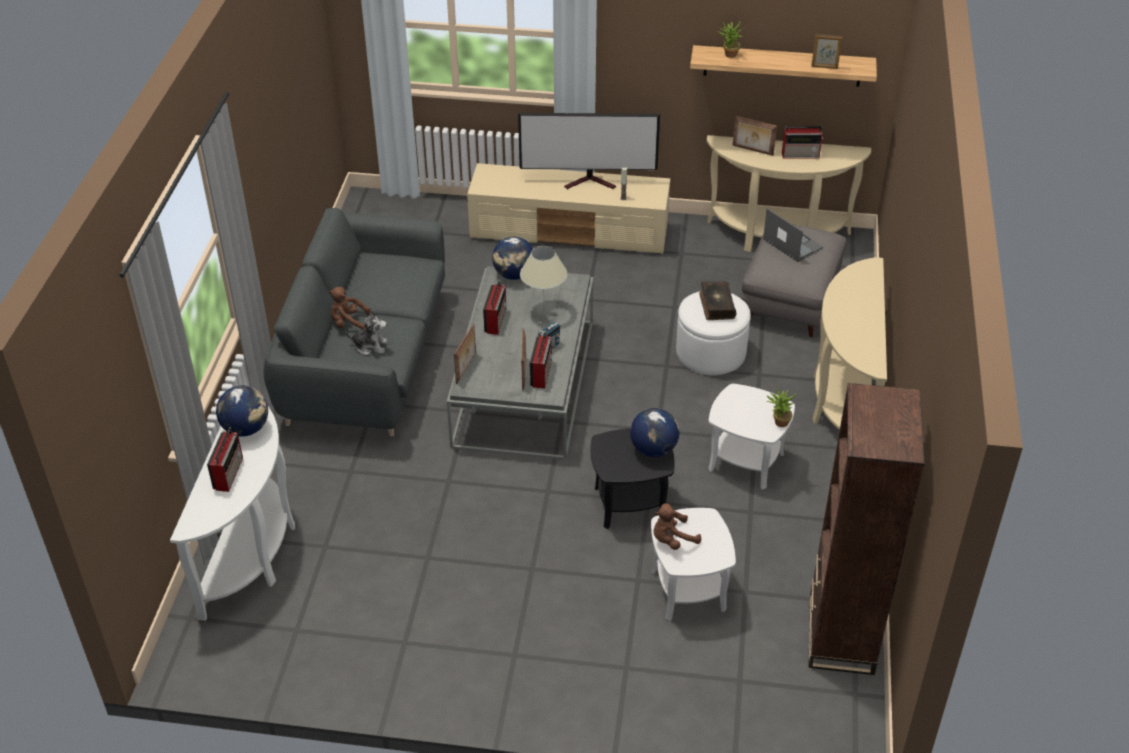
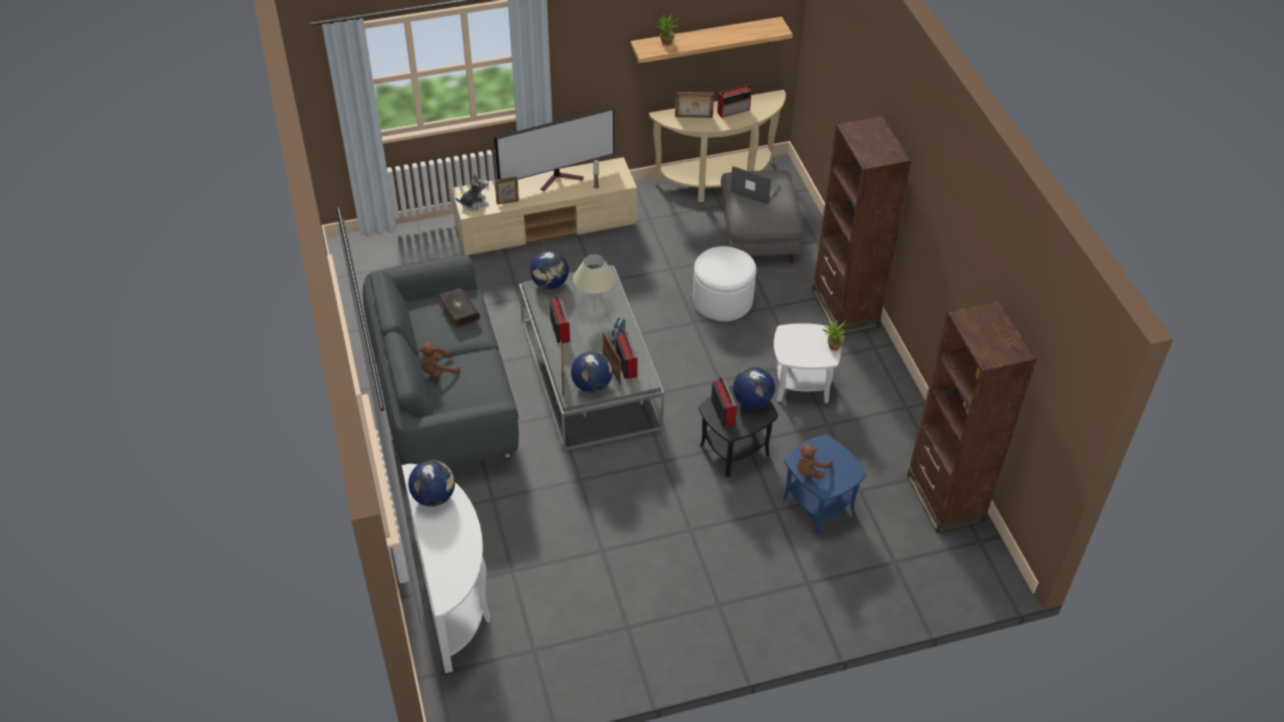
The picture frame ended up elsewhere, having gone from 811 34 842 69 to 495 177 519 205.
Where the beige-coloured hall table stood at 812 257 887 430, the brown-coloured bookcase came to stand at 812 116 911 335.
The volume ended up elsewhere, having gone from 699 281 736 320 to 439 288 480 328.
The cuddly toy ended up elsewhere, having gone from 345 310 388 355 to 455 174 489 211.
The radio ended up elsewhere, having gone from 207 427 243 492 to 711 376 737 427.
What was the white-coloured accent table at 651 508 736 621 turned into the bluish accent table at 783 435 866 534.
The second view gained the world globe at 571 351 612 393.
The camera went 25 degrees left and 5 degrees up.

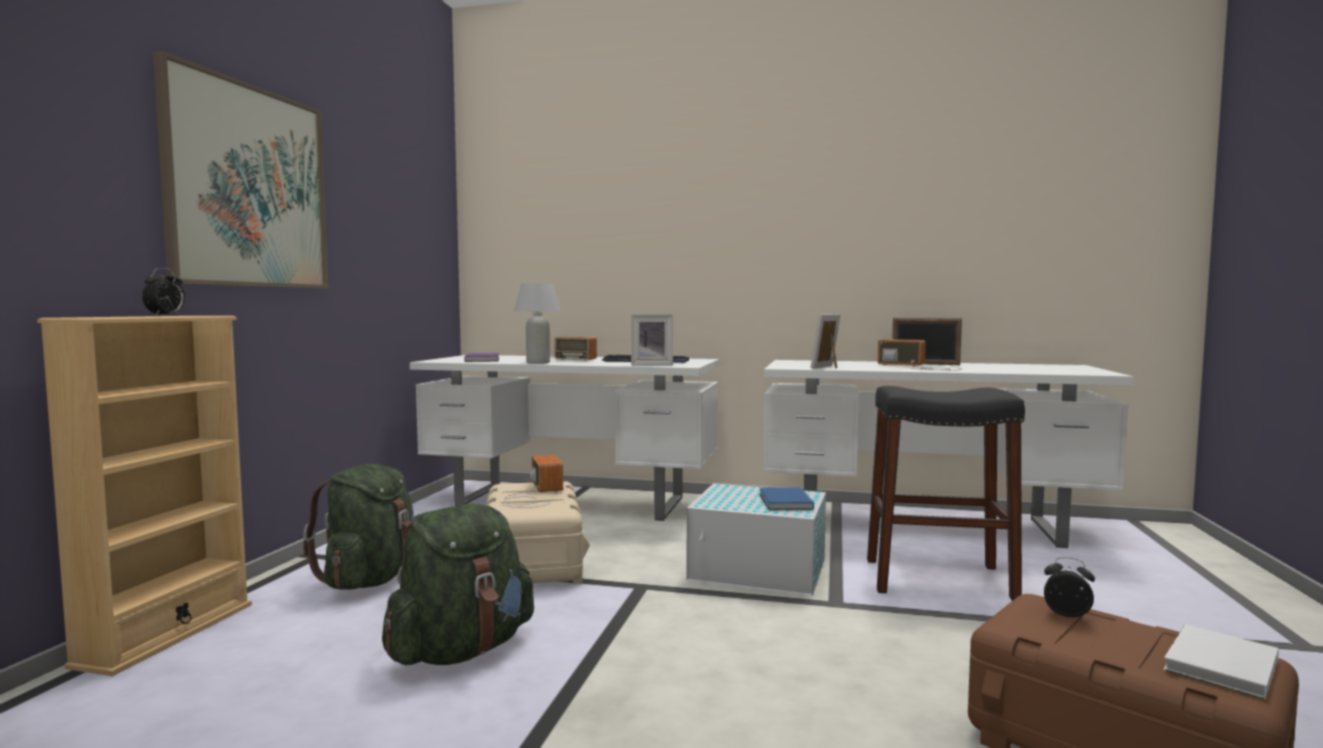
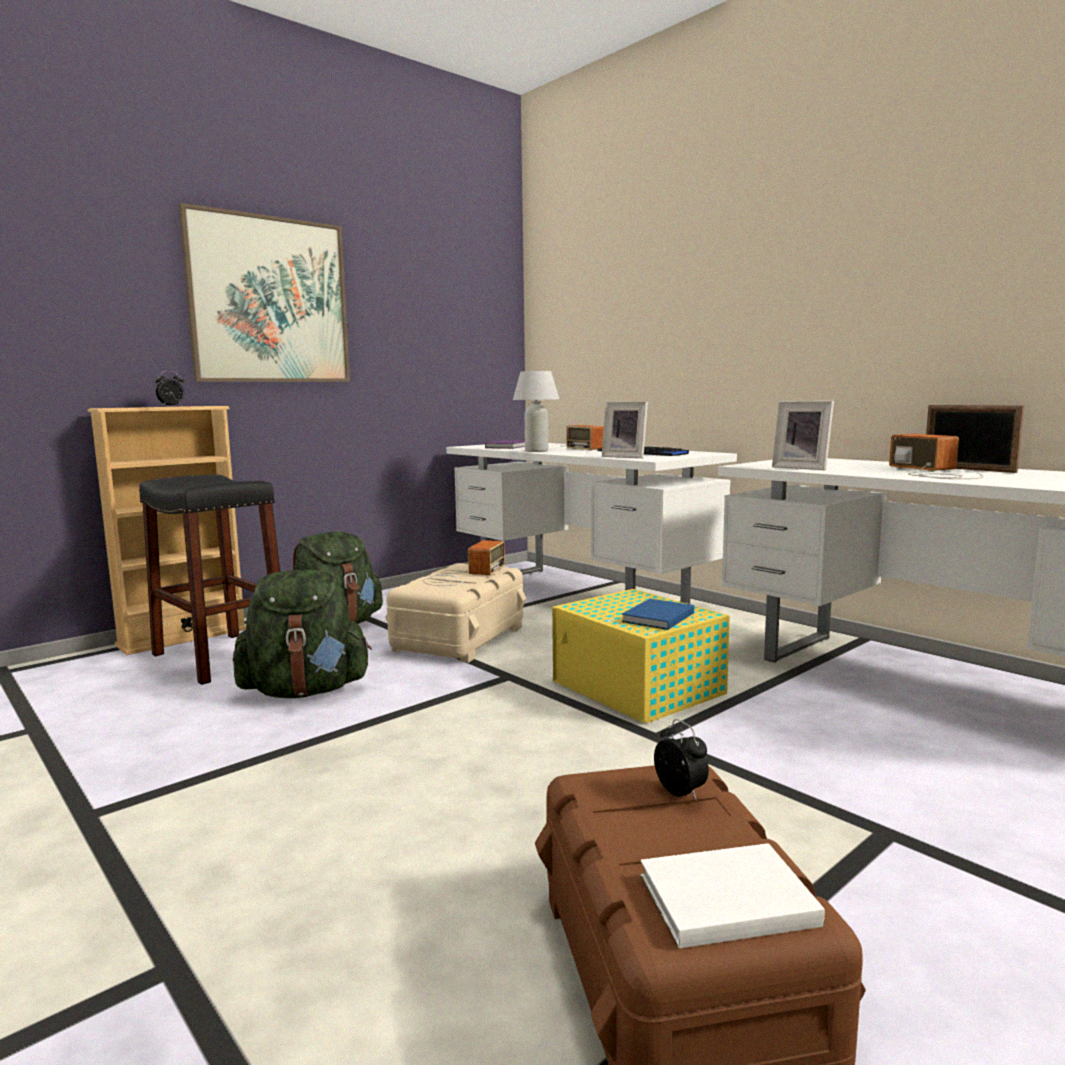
The picture frame at 810 314 841 369 ended up facing another way, 120 degrees counterclockwise from before.
The black sitting stool ended up elsewhere, having gone from 867 386 1025 601 to 139 474 280 685.
What was the white-coloured storage box at 687 483 826 596 turned into the yellow storage box at 552 589 730 723.
The camera went 35 degrees right and 5 degrees up.

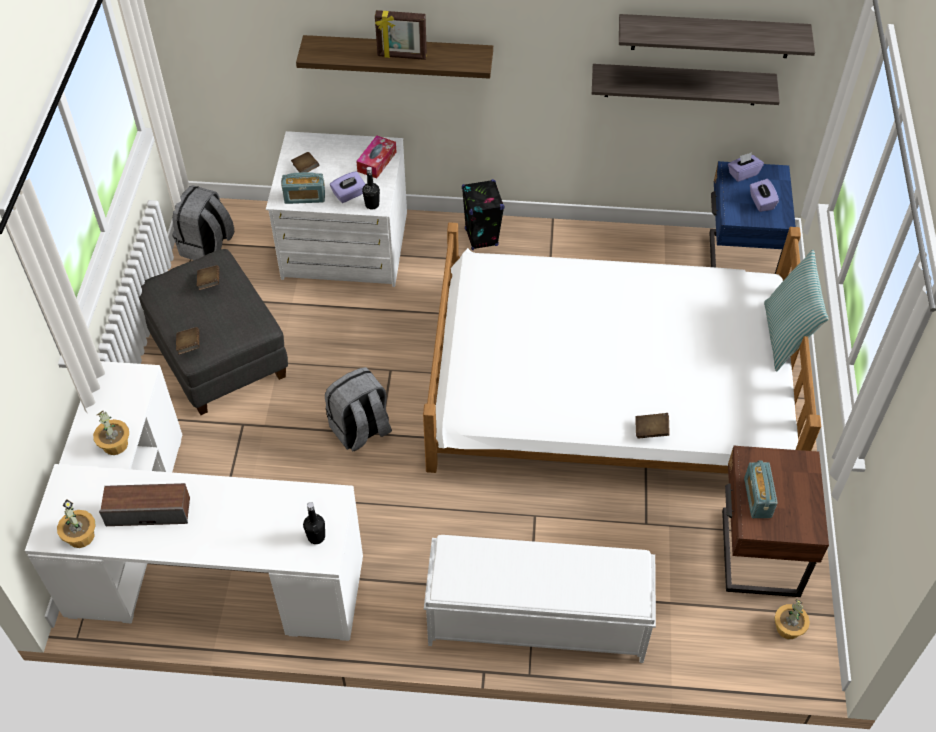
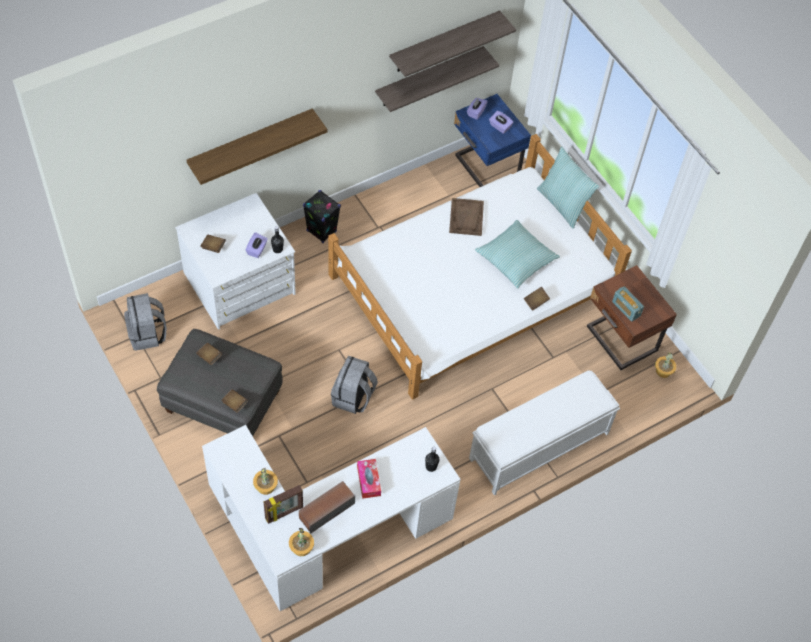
The picture frame ended up elsewhere, having gone from 375 10 427 60 to 264 485 303 524.
The tissue box ended up elsewhere, having gone from 356 135 396 178 to 357 459 381 499.
The second view lost the radio at 281 172 325 204.
The second view gained the brown-coloured carrying tray at 449 198 484 236.
The second view gained the pillow at 475 220 560 289.
The camera went 40 degrees left and 5 degrees up.

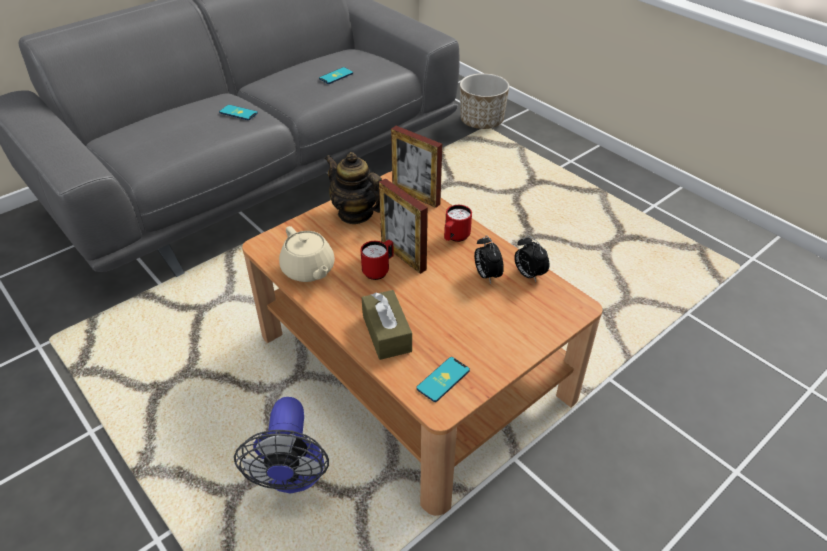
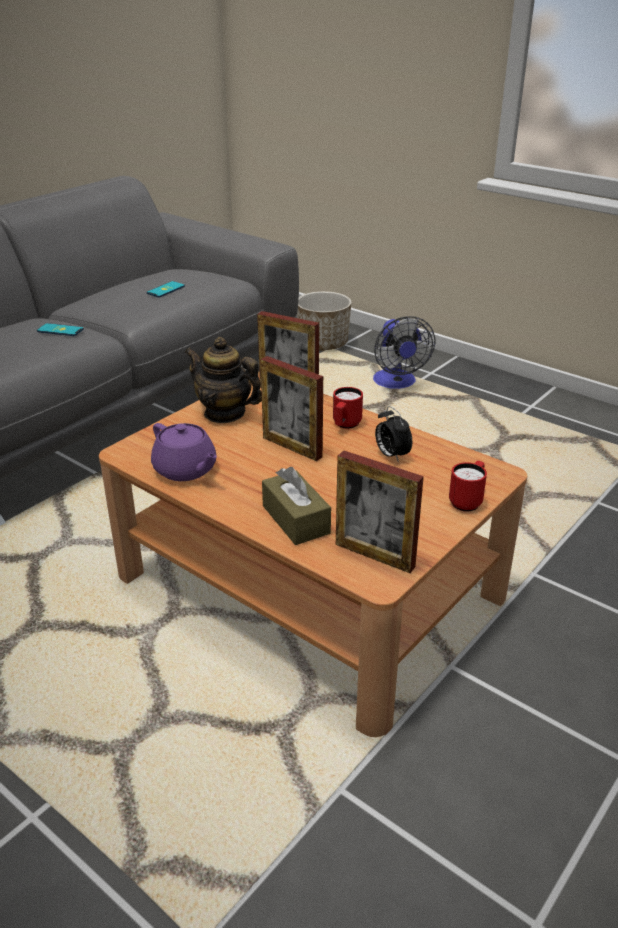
What was the beige-coloured teapot at 279 226 335 282 turned into the purplish teapot at 151 423 217 481.
The second view lost the bedside clock at 514 235 549 282.
The red-coloured mug ended up elsewhere, having gone from 360 240 394 280 to 449 461 487 512.
Where the phone stood at 417 357 470 402, the picture frame came to stand at 336 450 424 573.
The fan ended up elsewhere, having gone from 234 397 329 493 to 373 316 436 389.
The camera went 10 degrees left and 10 degrees down.

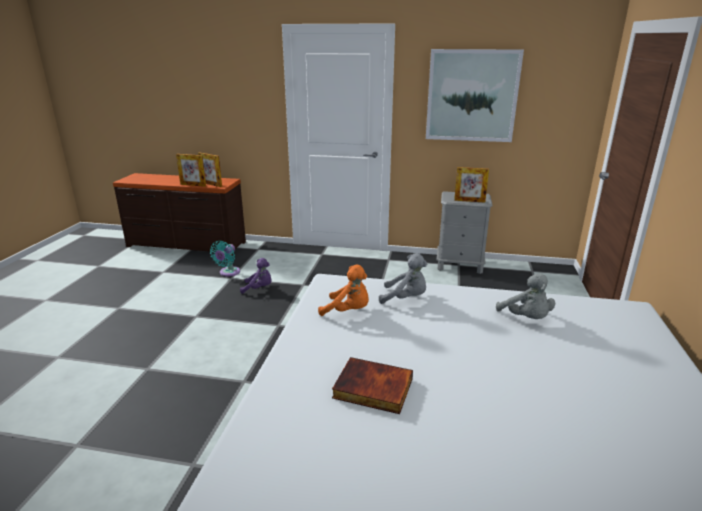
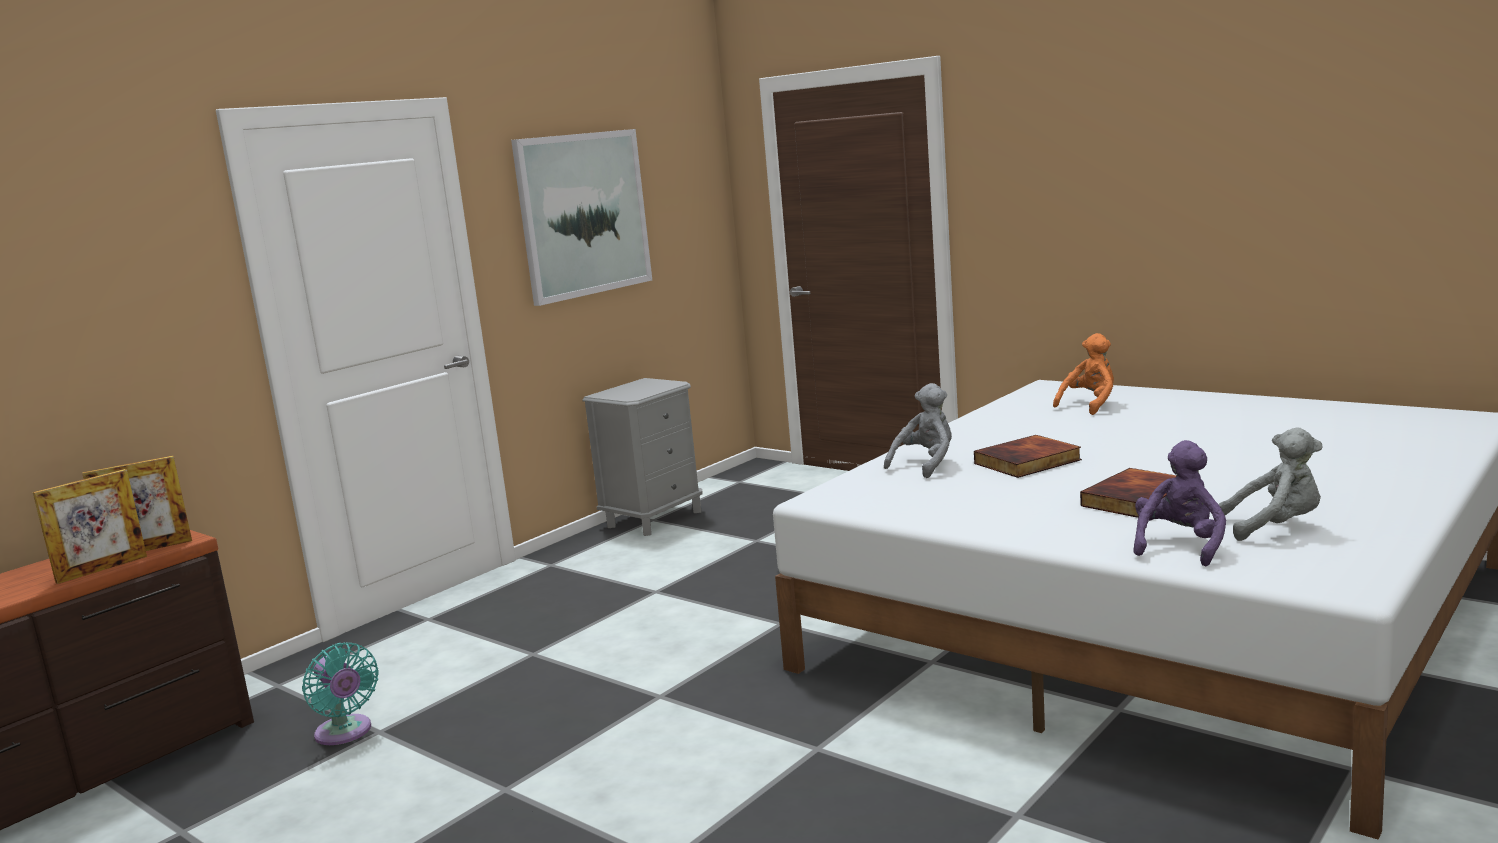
The second view lost the picture frame at 454 167 489 203.
The purplish cuddly toy ended up elsewhere, having gone from 240 258 272 294 to 1133 440 1226 566.
The orangey cuddly toy ended up elsewhere, having gone from 318 265 369 316 to 1053 333 1114 415.
The gray cuddly toy ended up elsewhere, having gone from 496 273 555 319 to 1219 427 1322 541.
The second view gained the volume at 974 435 1082 478.
The camera went 60 degrees left and 10 degrees down.

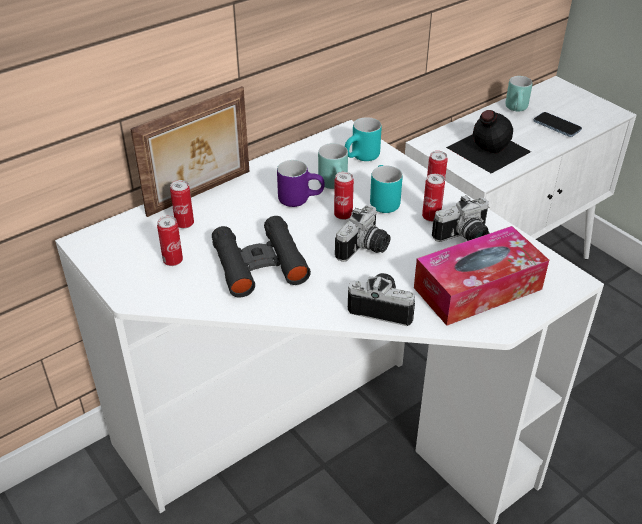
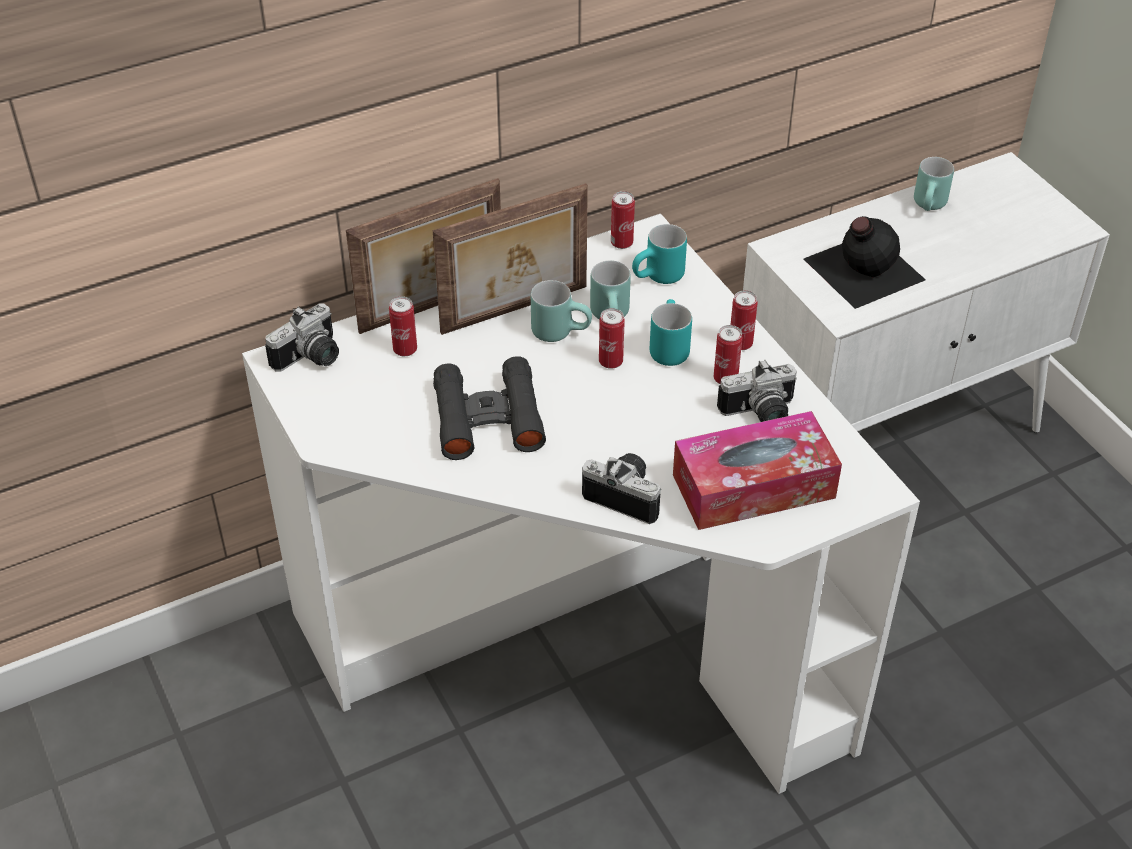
The second view lost the phone at 533 112 582 137.
What was the purplish mug at 277 160 325 207 turned into the turquoise mug at 531 280 592 342.
The still camera ended up elsewhere, having gone from 335 205 390 262 to 265 303 339 372.
The metal can ended up elsewhere, having gone from 157 216 183 266 to 611 191 635 249.
The second view gained the picture frame at 433 183 588 335.
The camera went 10 degrees right and 5 degrees up.

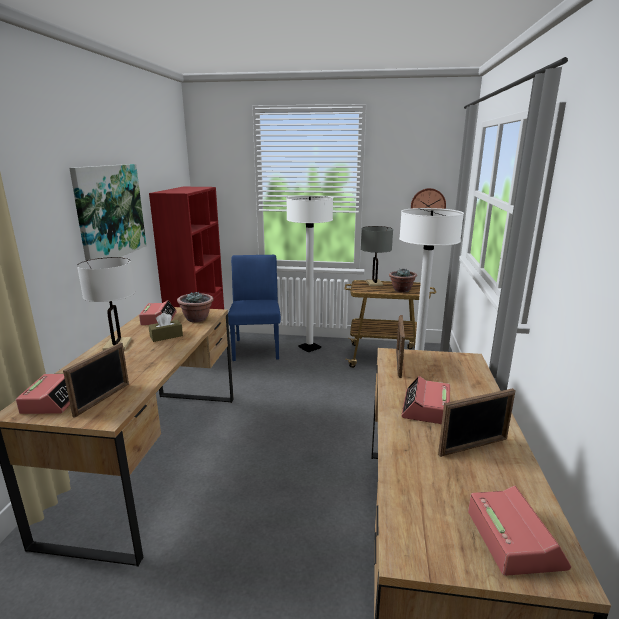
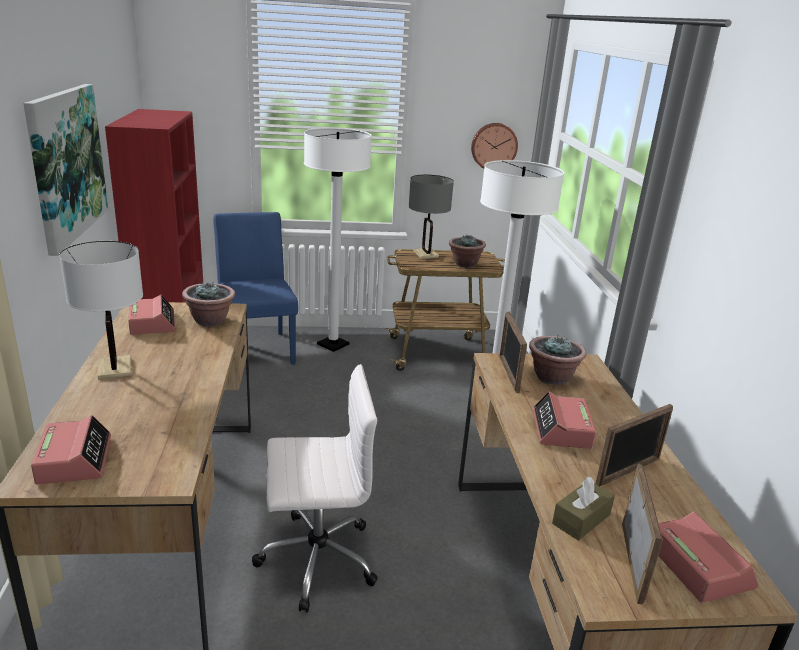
The brown-coloured tissue box ended up elsewhere, having gone from 148 312 183 342 to 552 477 615 541.
The picture frame ended up elsewhere, having gone from 63 342 129 418 to 622 464 663 604.
The second view gained the houseplant at 529 335 586 385.
The second view gained the white-coloured office chair at 252 364 378 613.
The camera went 15 degrees left and 5 degrees up.

